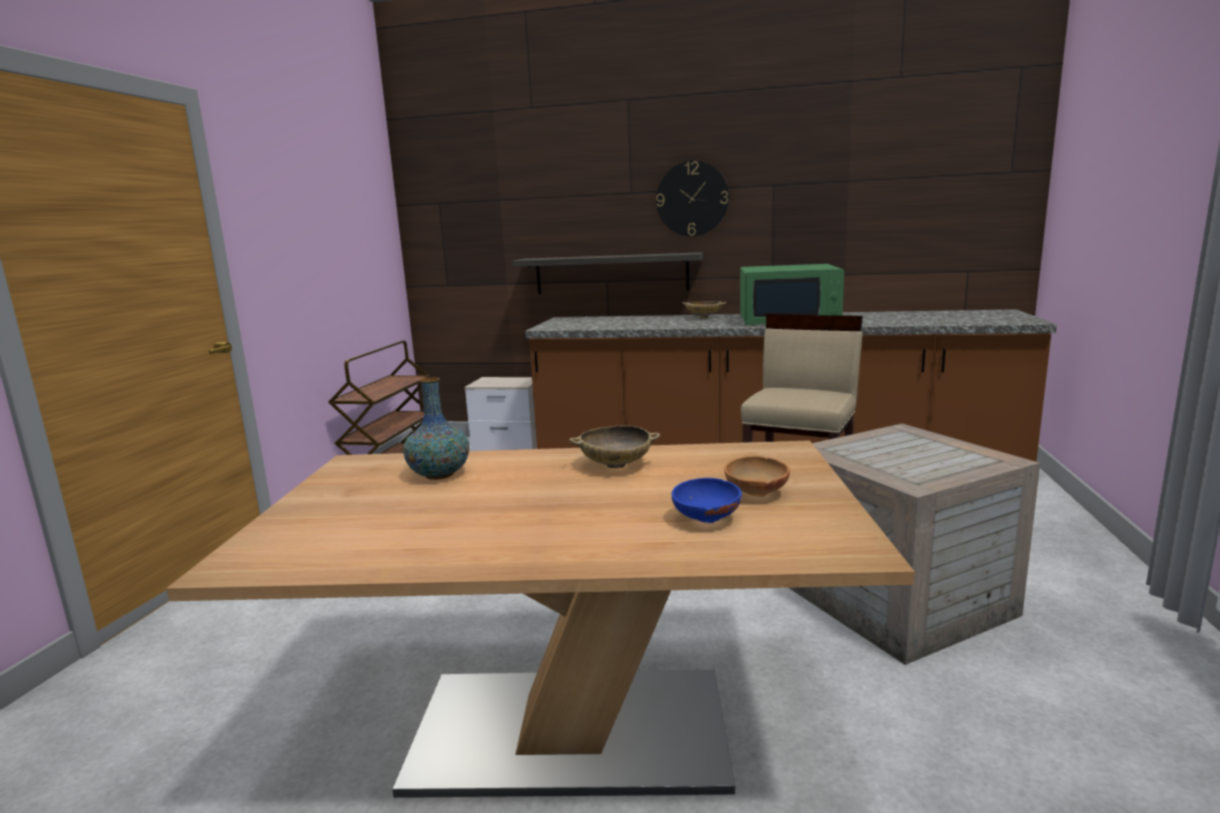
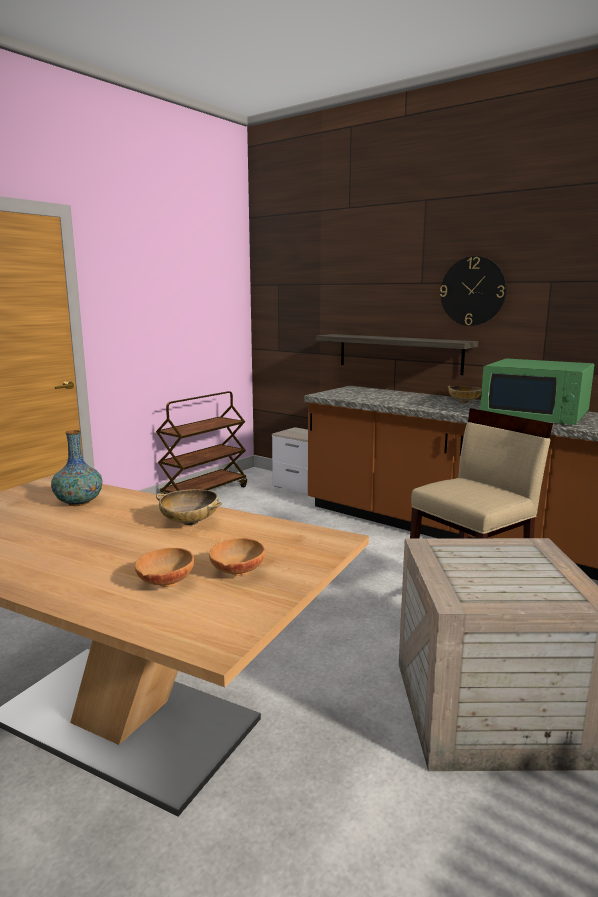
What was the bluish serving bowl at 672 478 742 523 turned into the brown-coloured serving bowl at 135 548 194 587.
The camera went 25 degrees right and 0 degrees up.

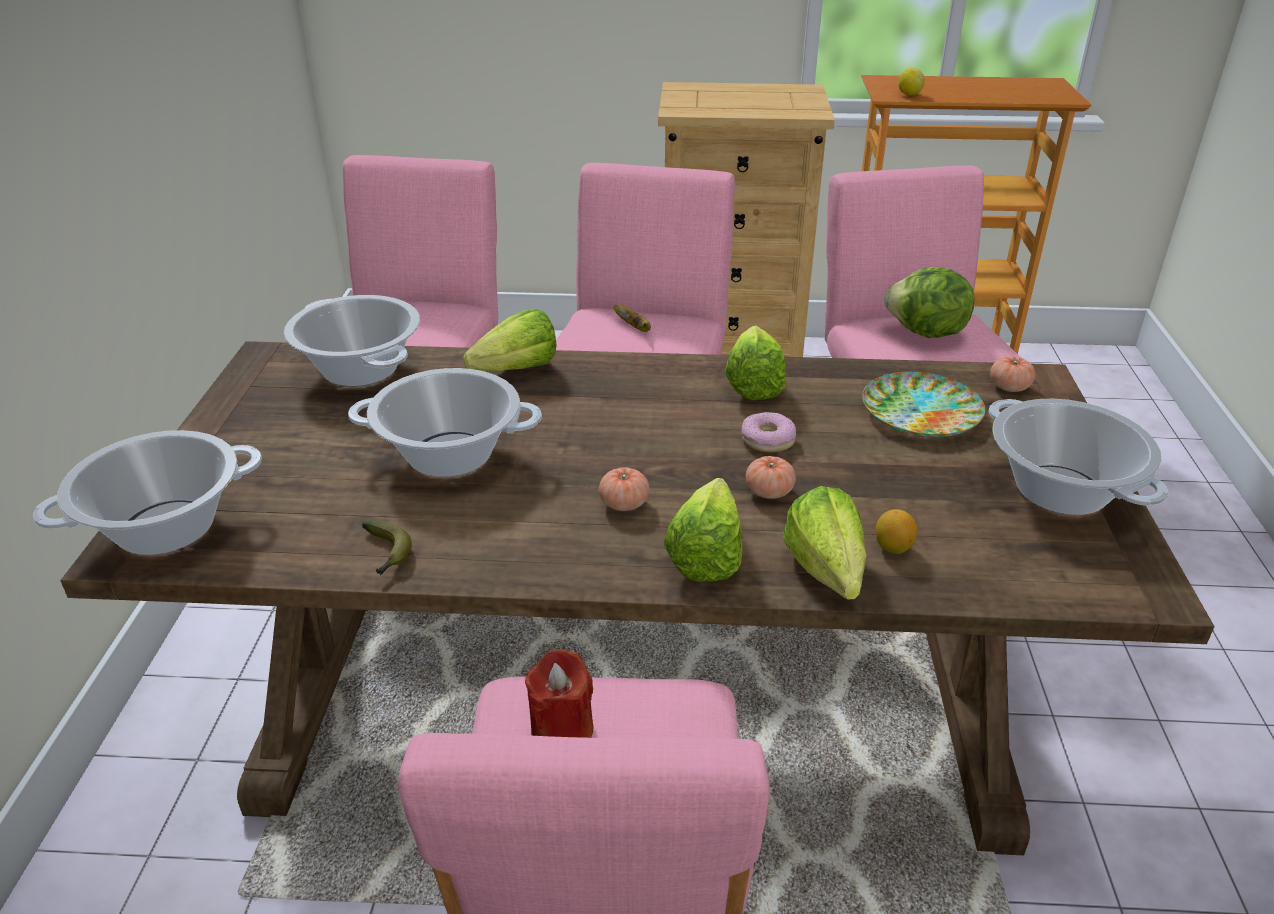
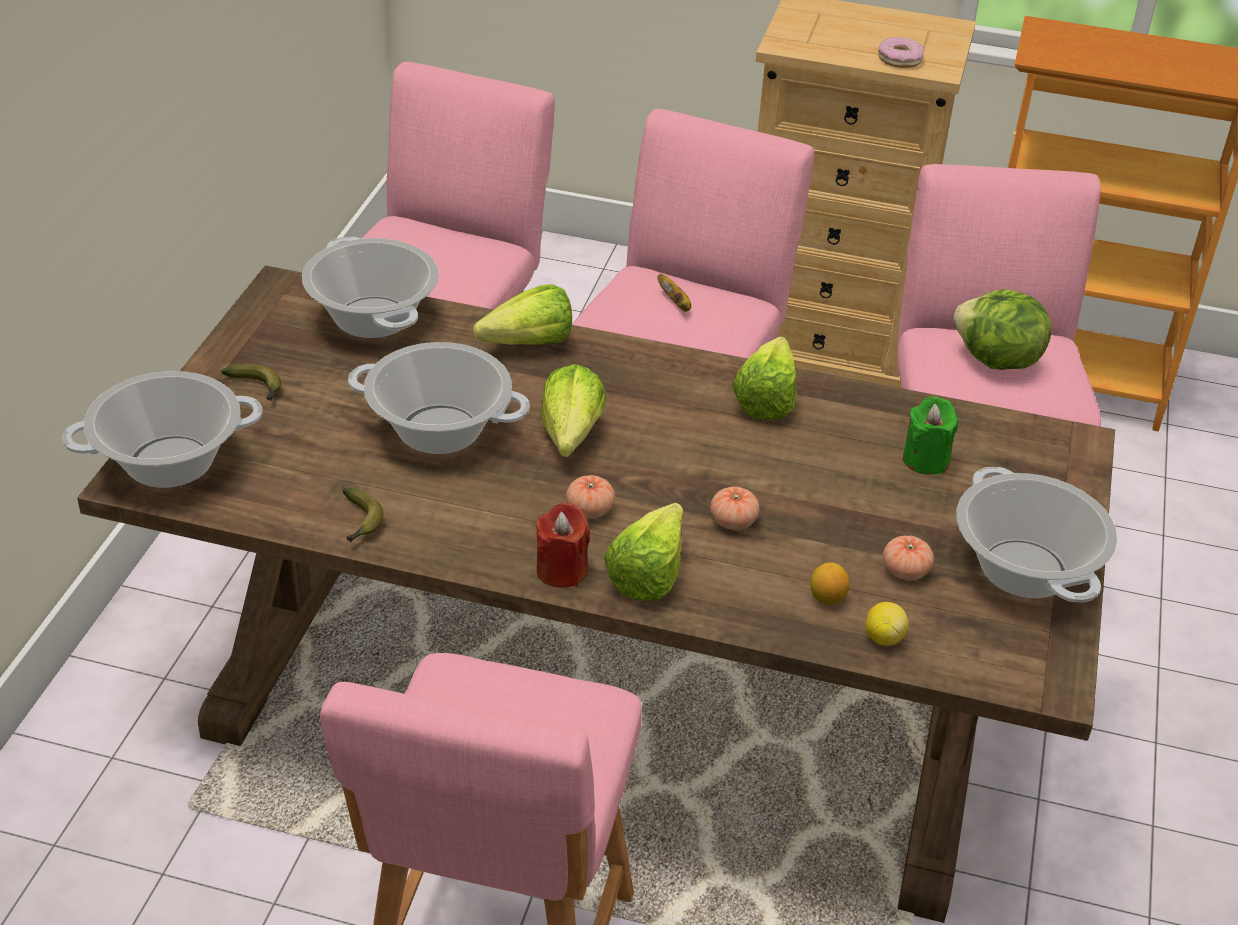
The whole lemon ended up elsewhere, having gone from 898 68 925 95 to 865 602 908 646.
The whole tomato ended up elsewhere, having gone from 990 356 1035 392 to 883 536 934 580.
Where the flat dish stood at 862 371 985 437, the greenish wax light came to stand at 903 397 958 475.
The donut ended up elsewhere, having gone from 741 412 796 452 to 878 37 924 68.
The lettuce head ended up elsewhere, having gone from 783 486 866 599 to 541 364 606 457.
The red-coloured wax light ended up elsewhere, having gone from 525 649 593 738 to 536 503 590 588.
The second view gained the banana at 221 364 281 401.
The camera went 10 degrees right and 5 degrees up.

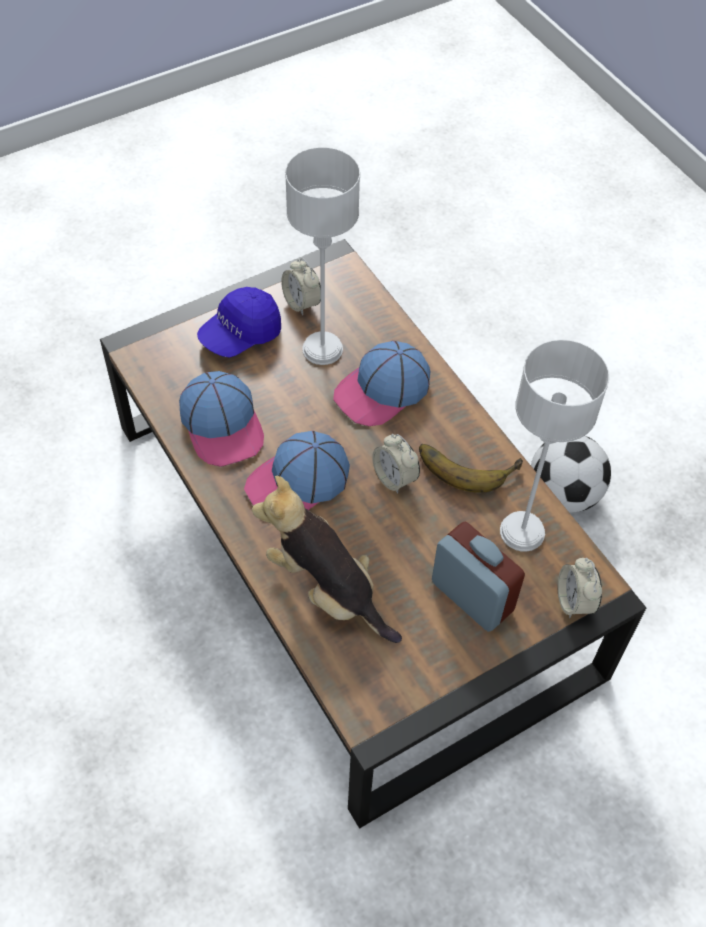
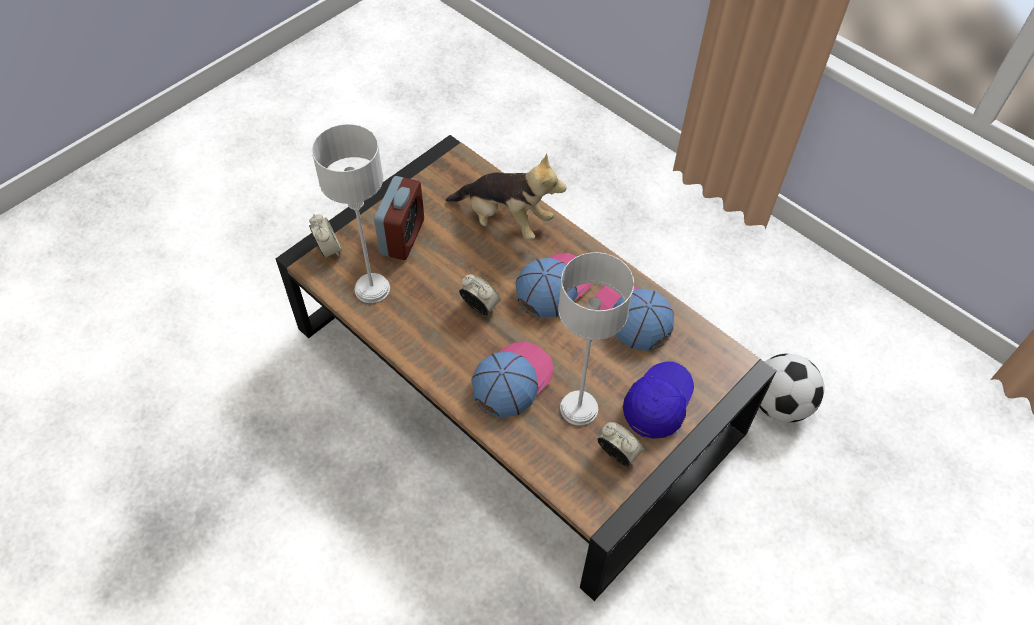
The football ended up elsewhere, having gone from 531 436 611 513 to 759 354 824 422.
The second view lost the banana at 419 444 523 493.
The bedside clock at 432 522 525 632 ended up facing another way, 105 degrees counterclockwise from before.
The camera went 165 degrees right and 0 degrees up.

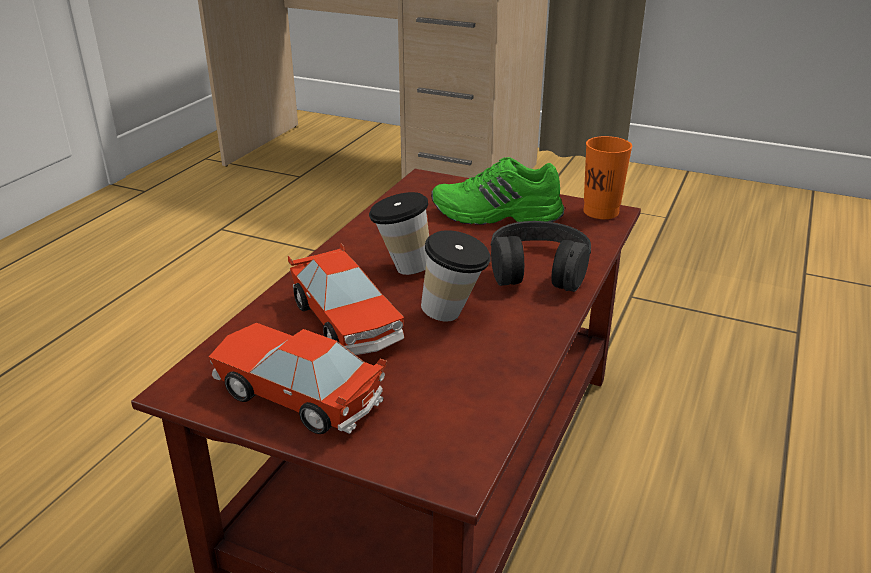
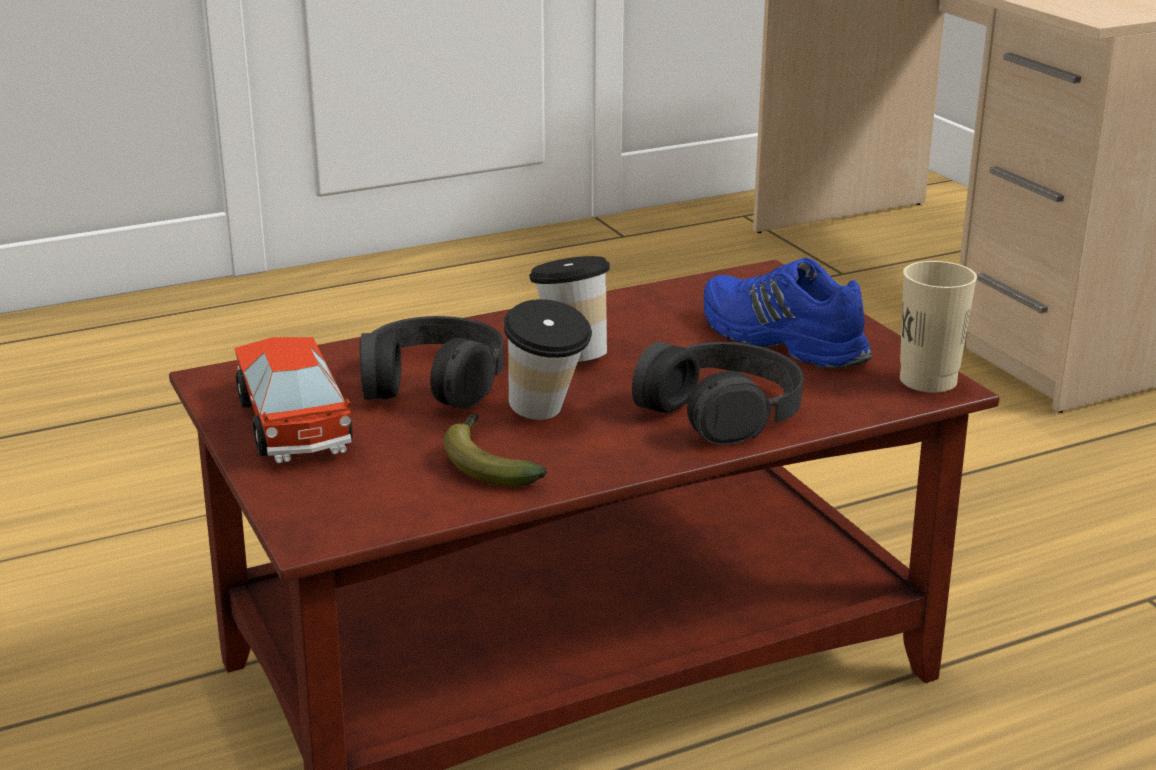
What was the orangey cup at 583 136 632 219 turned into the beige-coloured cup at 900 261 977 393.
What was the greenish shoe at 431 157 564 225 turned into the bluish shoe at 704 258 872 369.
Where the miniature car stood at 288 243 404 355, the black headphones came to stand at 359 316 503 409.
The second view gained the banana at 443 414 547 486.
The camera went 40 degrees right and 5 degrees down.

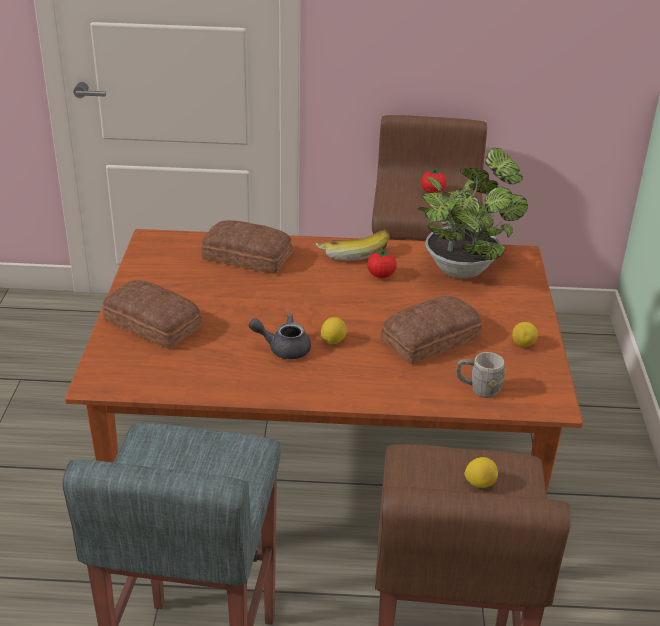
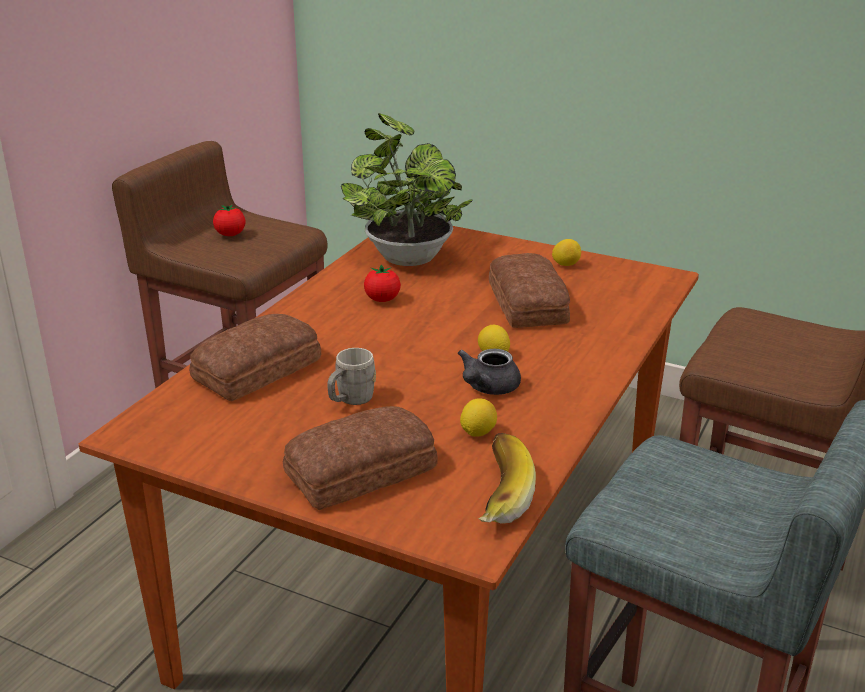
The banana ended up elsewhere, having gone from 316 230 390 261 to 478 433 536 524.
The gray mug ended up elsewhere, having gone from 456 352 506 398 to 328 348 376 405.
The whole lemon ended up elsewhere, having gone from 465 457 498 488 to 460 398 497 437.
The camera went 65 degrees left and 5 degrees down.

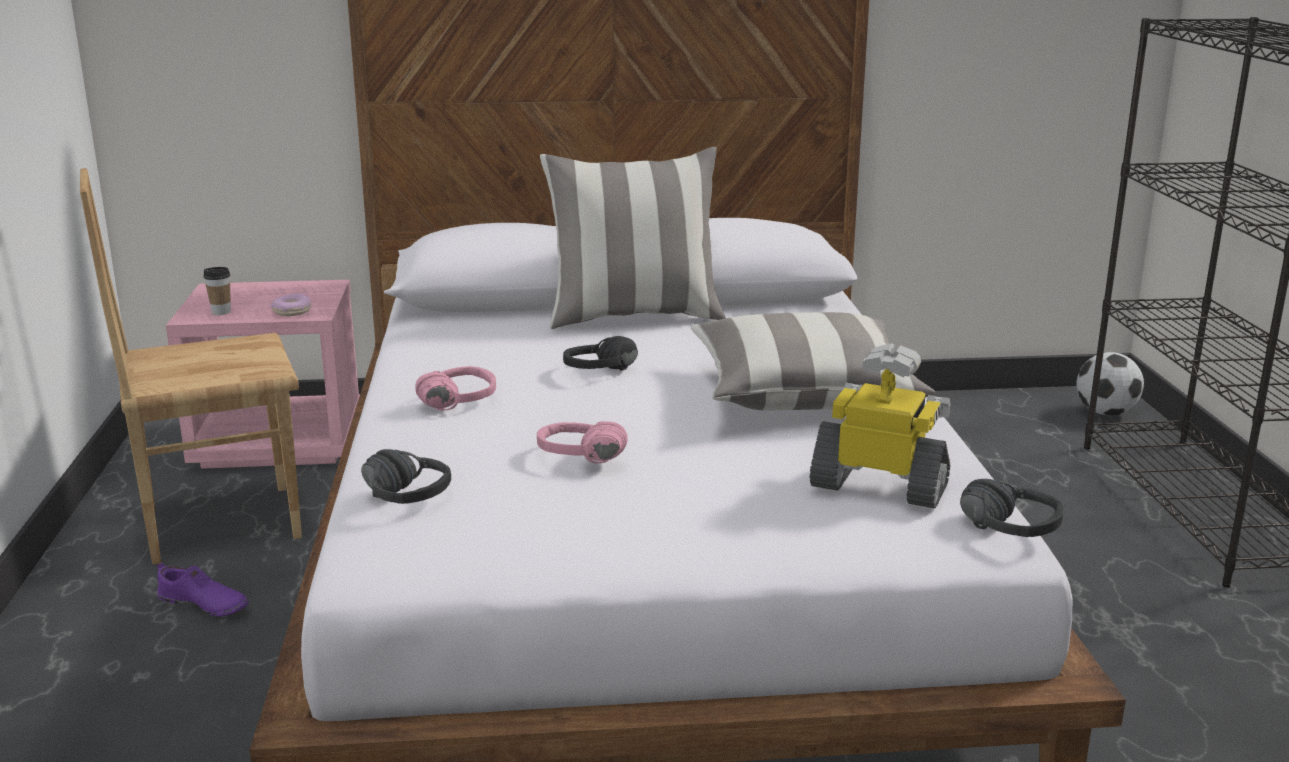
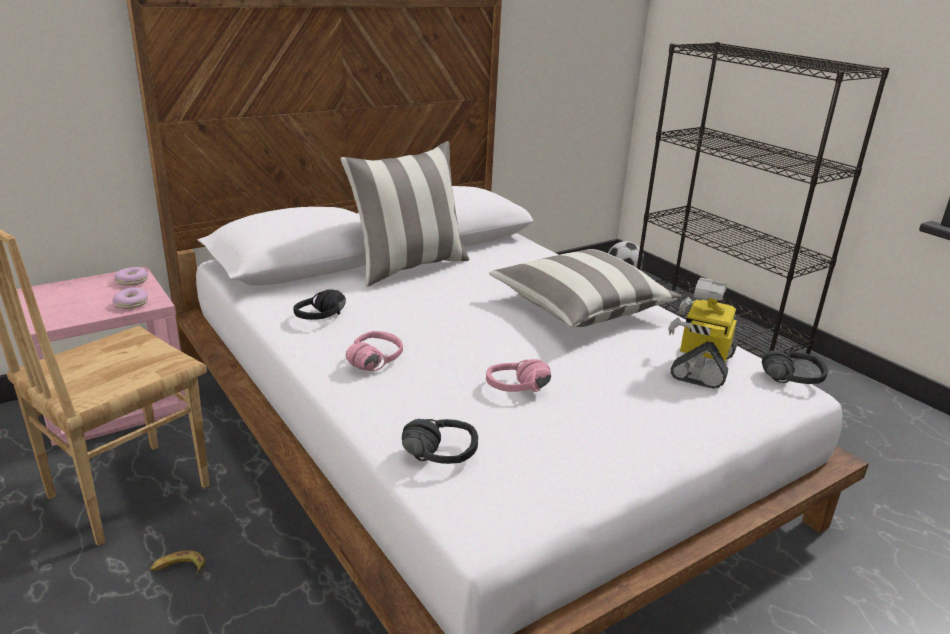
The second view lost the cup at 203 267 231 315.
The black headphones ended up elsewhere, having gone from 563 336 638 371 to 293 289 346 320.
The toy robot at 810 343 950 508 ended up facing another way, 60 degrees counterclockwise from before.
Where the purplish shoe stood at 157 561 249 617, the banana came to stand at 150 550 206 574.
The second view gained the donut at 114 267 148 286.
The camera went 30 degrees left and 5 degrees up.

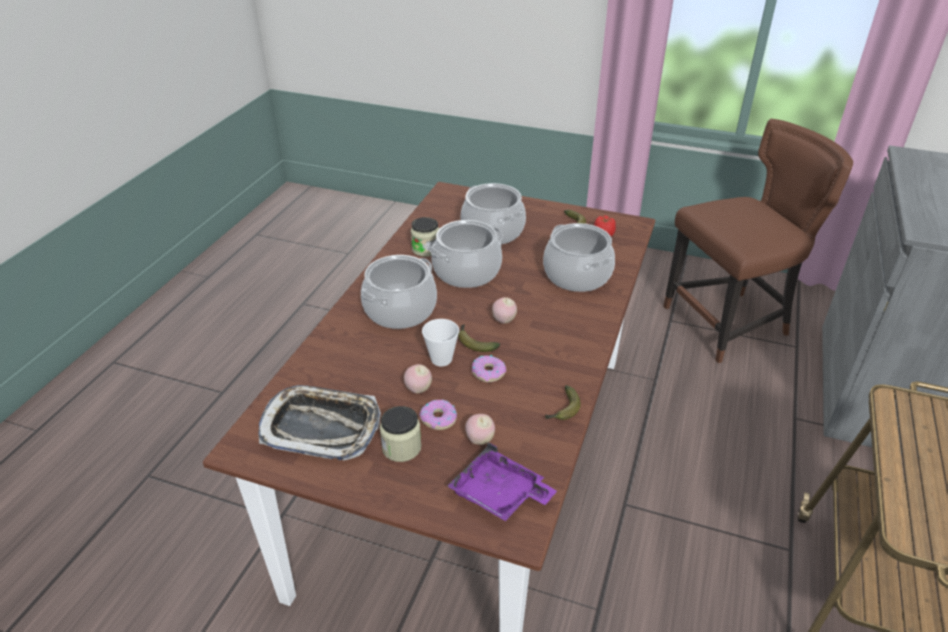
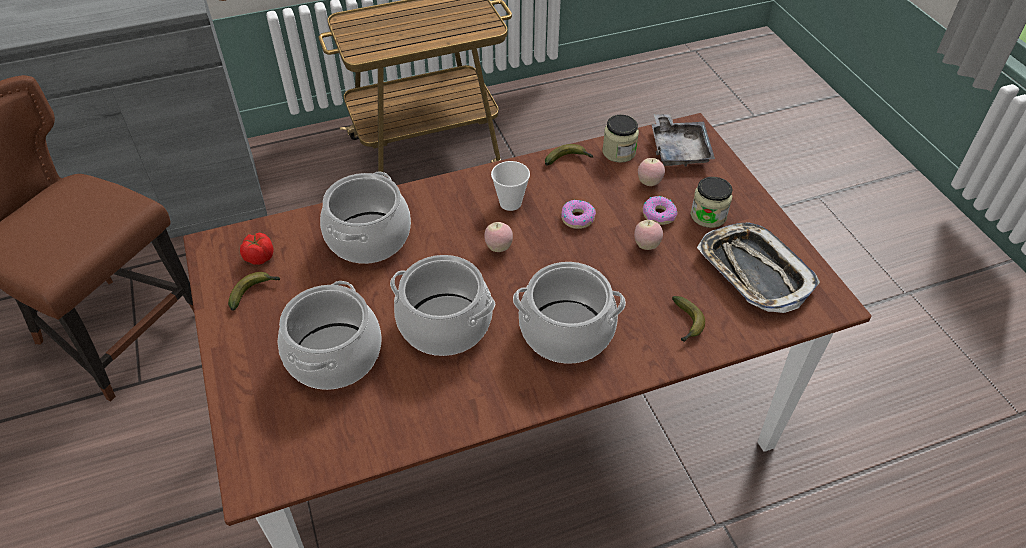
The preserve jar ended up elsewhere, having gone from 411 217 439 257 to 602 115 639 163.
The cup ended up elsewhere, having gone from 422 319 459 366 to 491 161 530 211.
The banana ended up elsewhere, having gone from 458 324 500 352 to 672 296 705 342.
What was the purplish carrying tray at 448 442 557 521 turned into the gray carrying tray at 652 114 715 166.
The camera went 130 degrees left and 10 degrees up.

